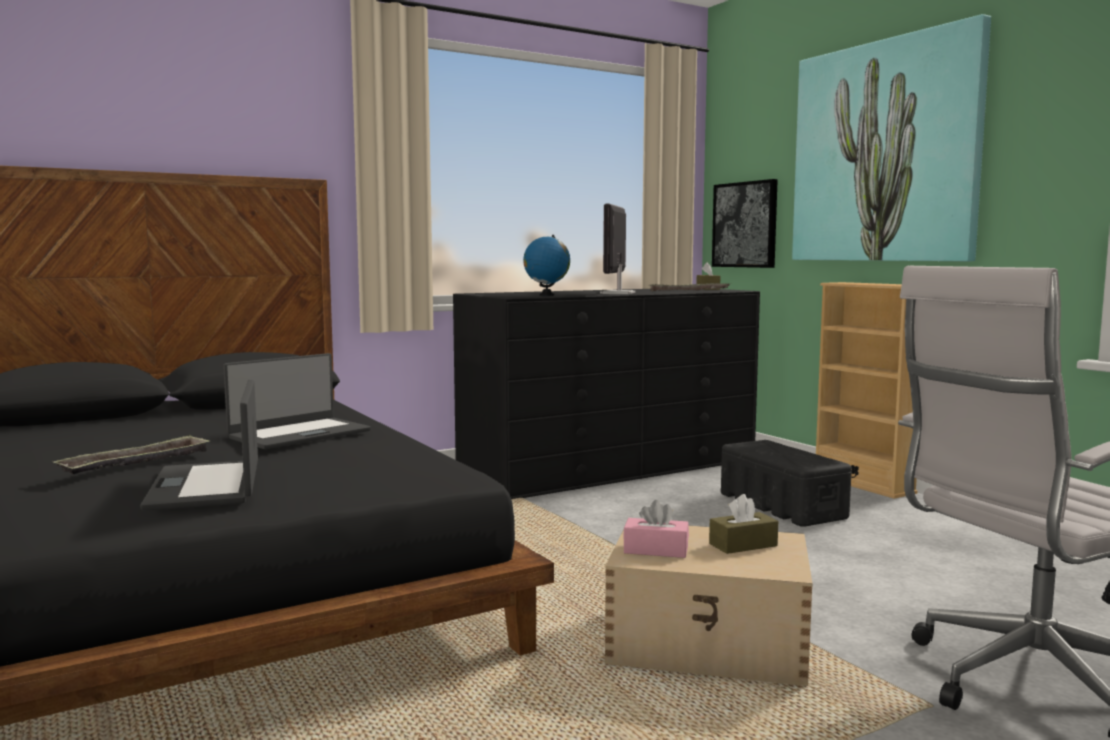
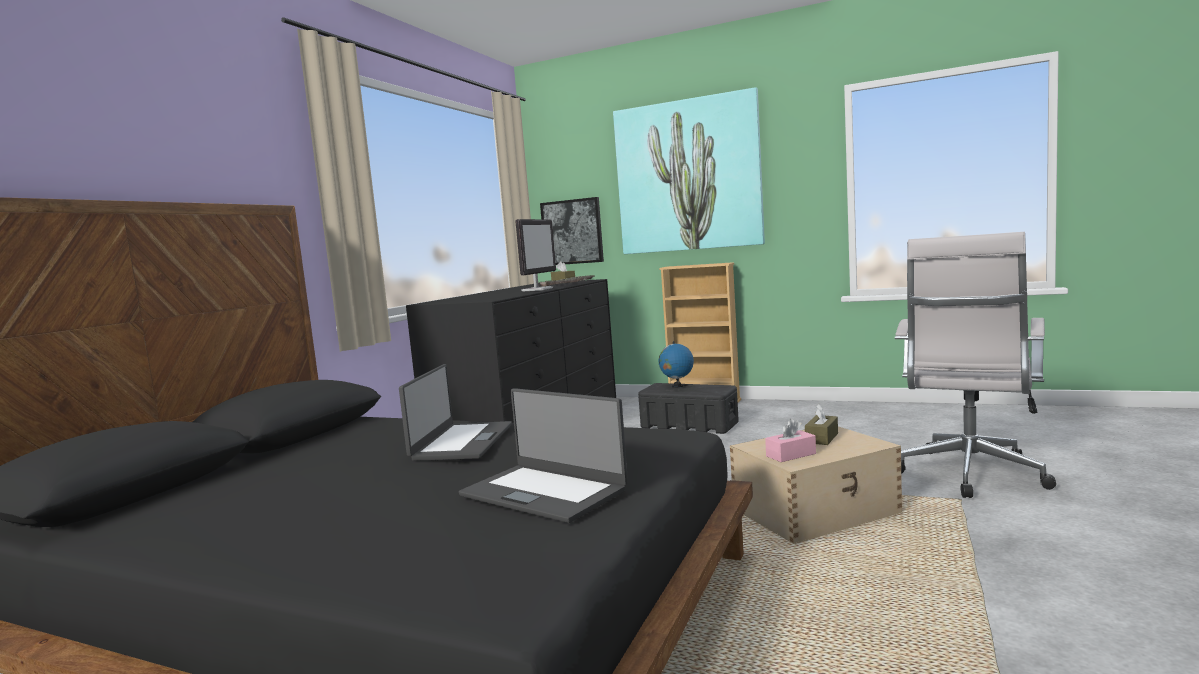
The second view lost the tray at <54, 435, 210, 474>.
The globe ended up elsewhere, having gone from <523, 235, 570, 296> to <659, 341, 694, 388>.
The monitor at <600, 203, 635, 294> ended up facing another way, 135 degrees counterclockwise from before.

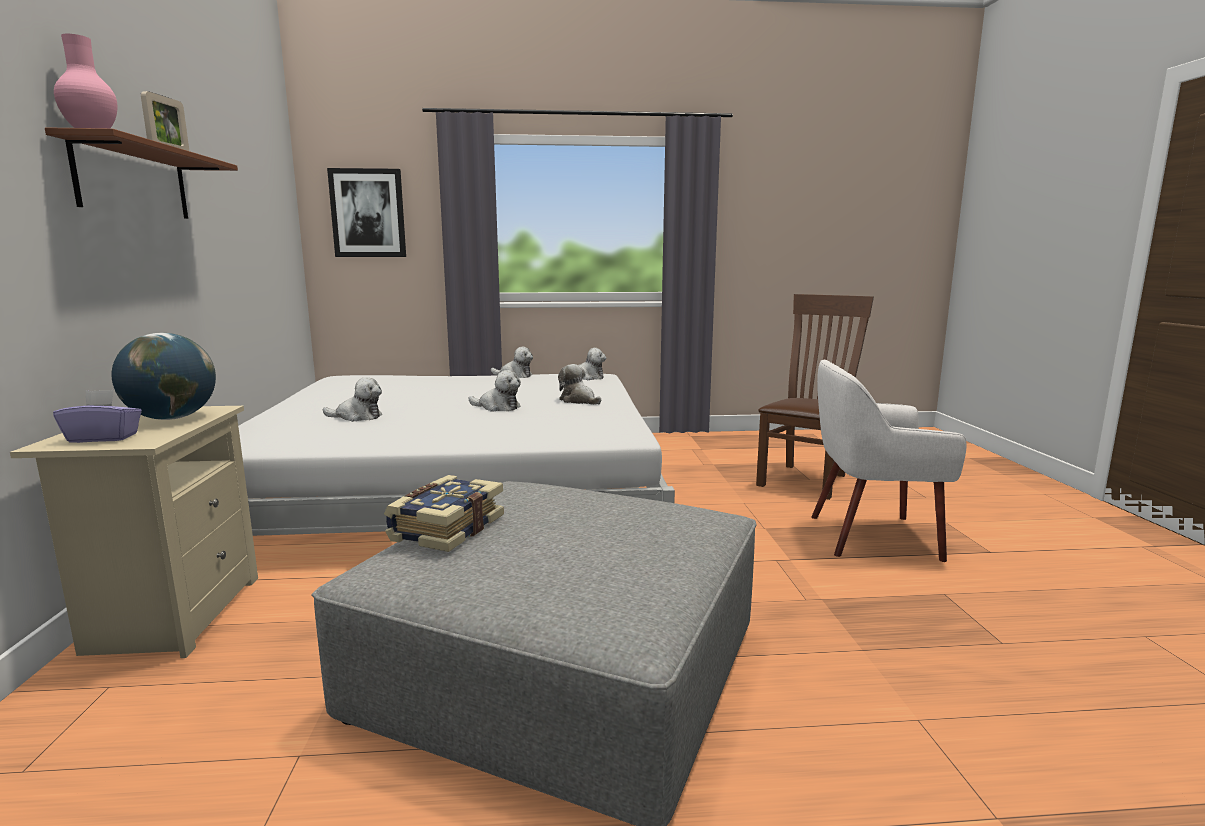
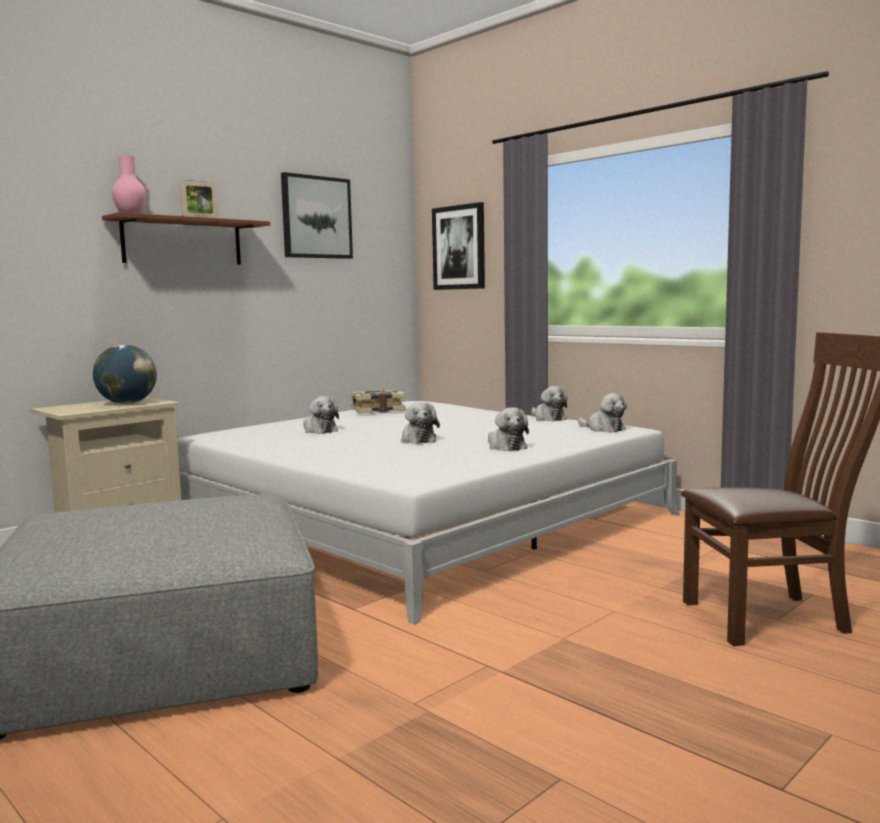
The second view lost the purple_tissue_box at <53, 390, 142, 443>.
The book ended up elsewhere, having gone from <384, 475, 504, 552> to <351, 390, 406, 413>.
The plush_toy at <558, 364, 601, 405> ended up facing another way, 150 degrees clockwise from before.
The second view lost the white_armchair at <811, 360, 967, 562>.
The second view gained the picture at <281, 172, 353, 259>.

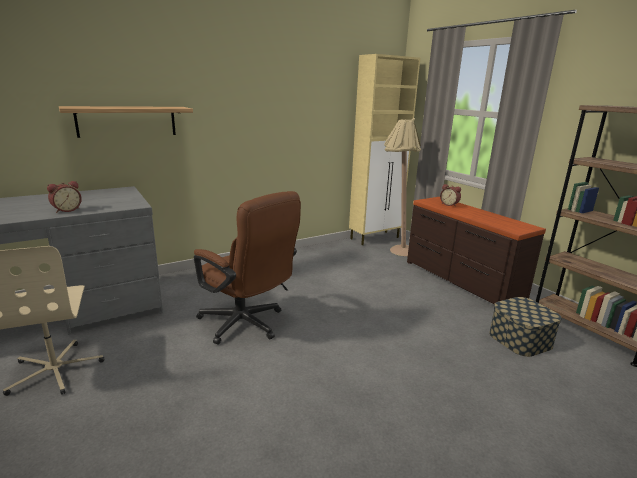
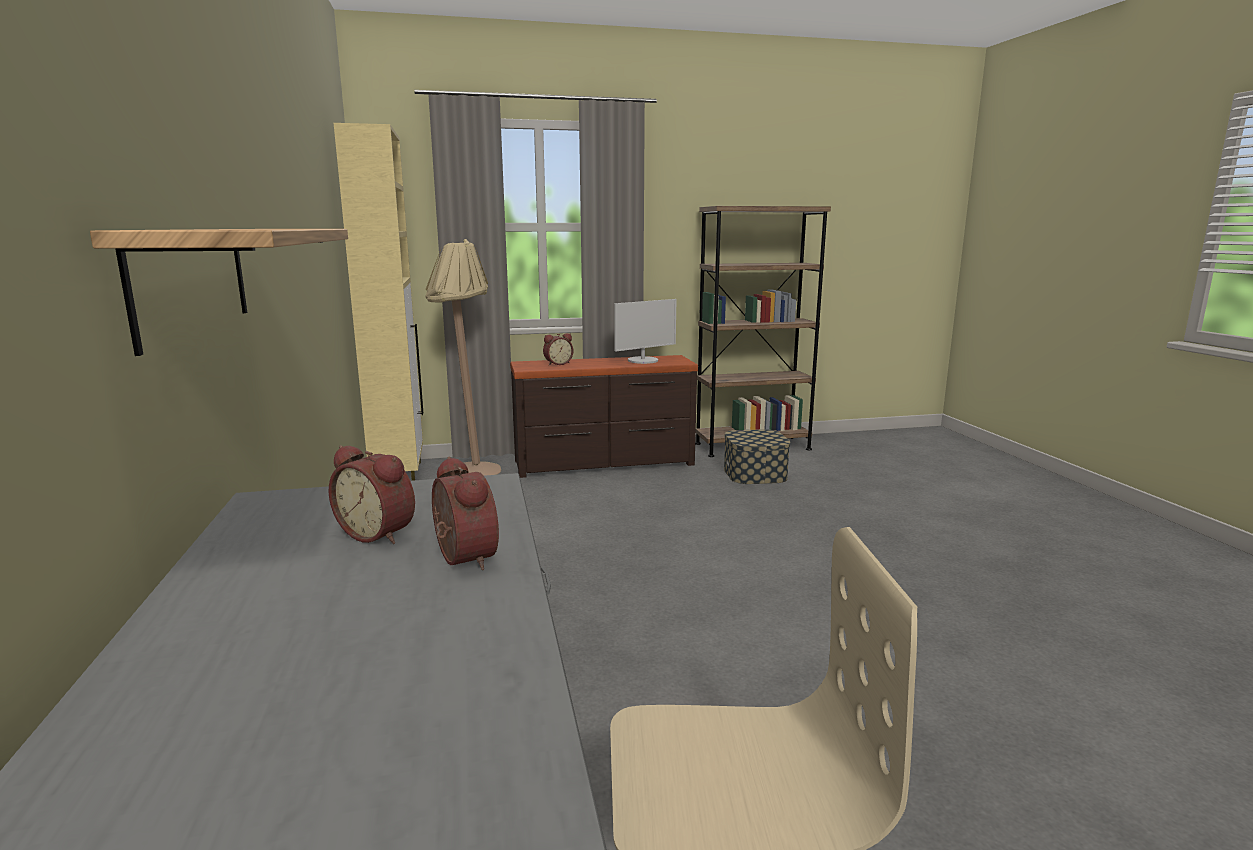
The second view lost the brown_office_chair at <194, 191, 301, 345>.
The second view gained the alarm_clock at <329, 445, 415, 544>.
The second view gained the monitor at <614, 299, 676, 364>.

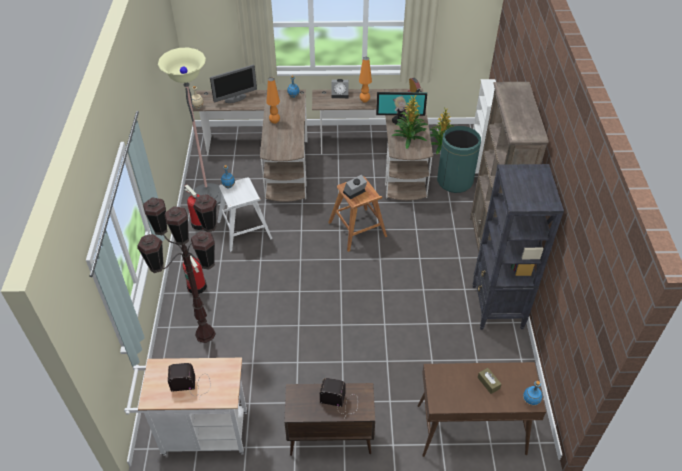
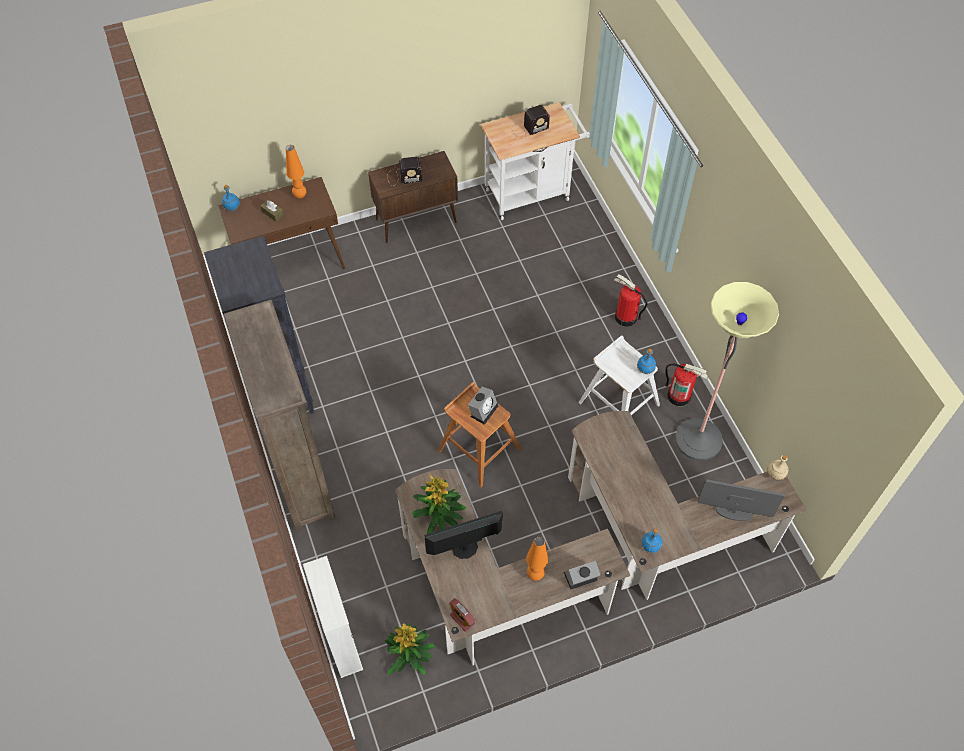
The second view lost the brown_floor_lamp at <137, 194, 217, 343>.
The monitor at <210, 64, 257, 103> ended up facing another way, 60 degrees clockwise from before.
The orange_table_lamp ended up elsewhere, having gone from <266, 77, 280, 124> to <286, 145, 306, 199>.
The second view lost the green_trash_can at <437, 126, 481, 193>.

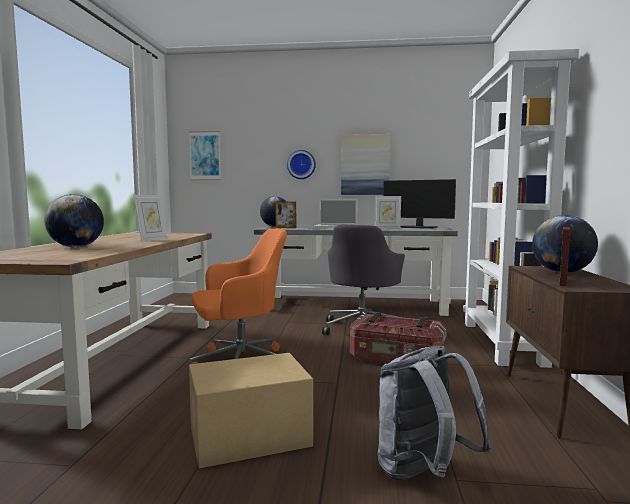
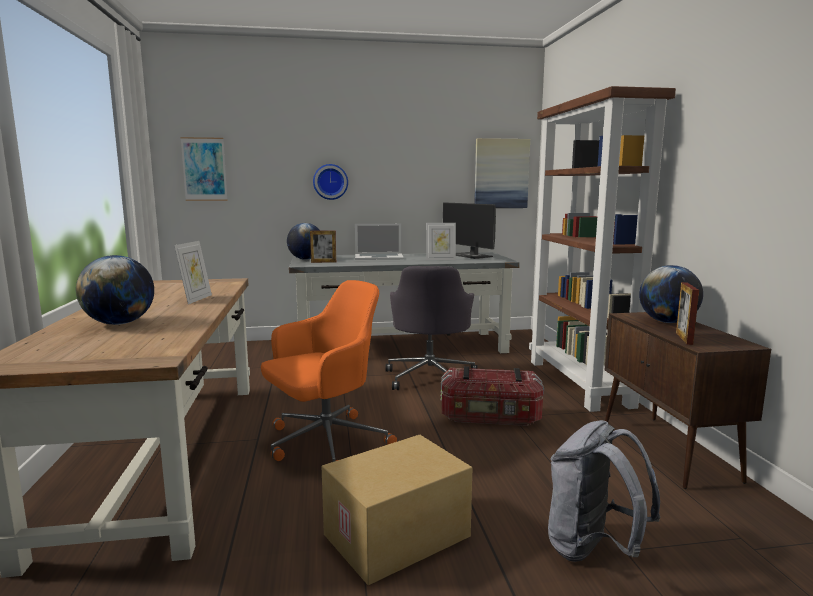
The picture ended up elsewhere, having gone from <341, 134, 390, 195> to <474, 138, 530, 208>.
The monitor at <383, 179, 456, 229> ended up facing another way, 45 degrees clockwise from before.
What was the white_bookcase at <463, 49, 579, 368> turned into the brown_bookcase at <529, 86, 676, 412>.

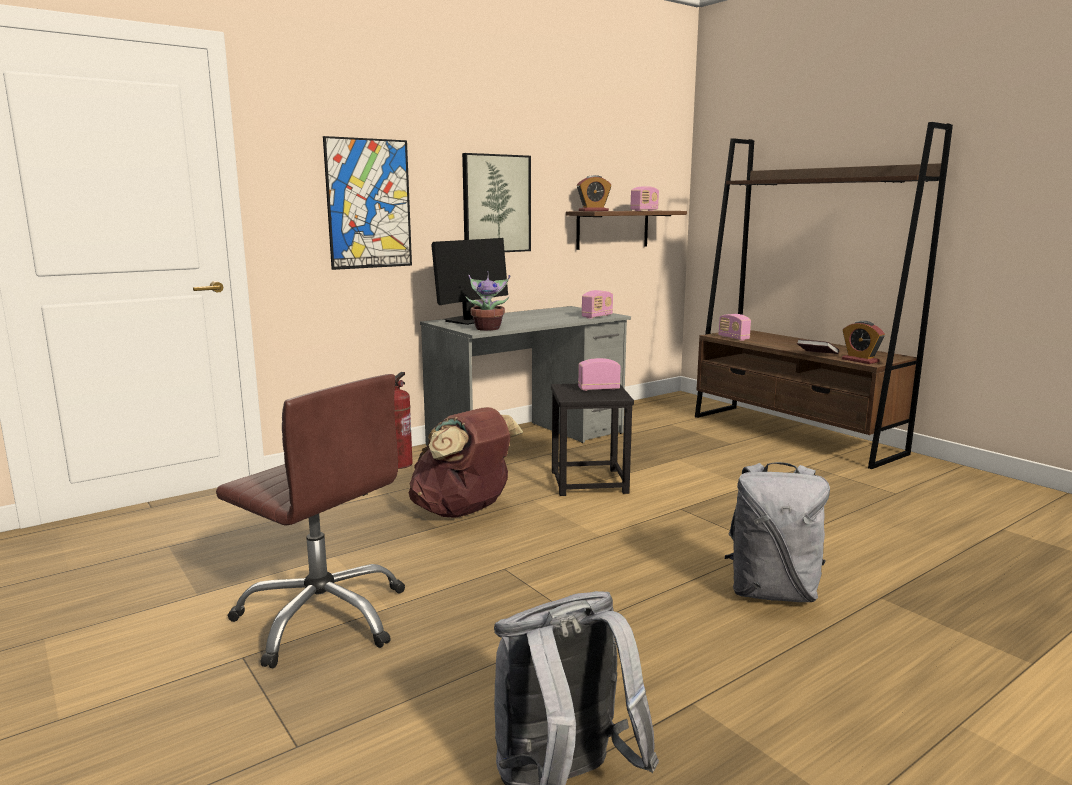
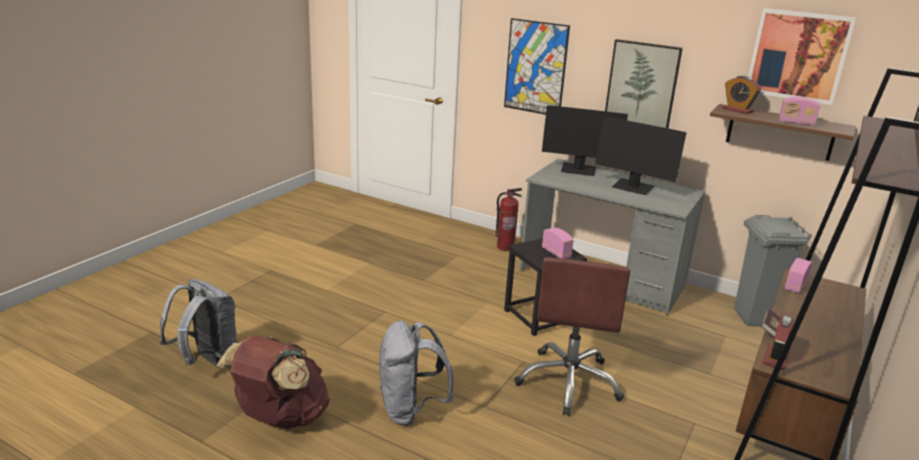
The brown_office_chair ended up elsewhere, having gone from <216, 374, 405, 668> to <514, 257, 630, 416>.
The brown_backpack ended up elsewhere, having gone from <409, 407, 523, 518> to <216, 336, 330, 429>.
The second view lost the potted_plant at <465, 271, 510, 331>.
The second view lost the radio at <581, 290, 613, 318>.
The second view gained the monitor at <595, 116, 687, 195>.
The second view gained the grey_trash_can at <734, 215, 812, 326>.
The second view gained the picture at <748, 8, 856, 105>.

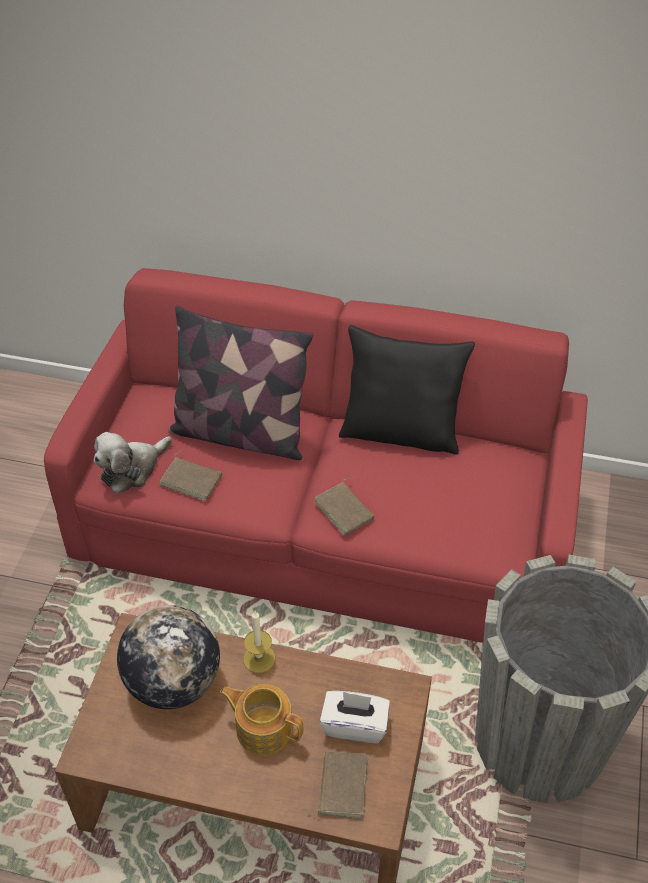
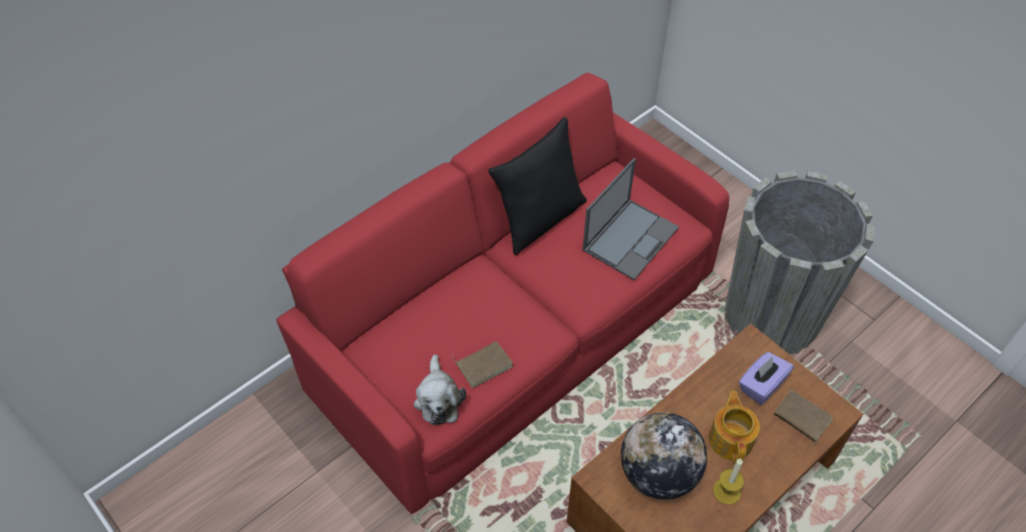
The second view lost the pillow at <168, 306, 314, 460>.
The teapot at <220, 684, 304, 756> ended up facing another way, 120 degrees clockwise from before.
The candle ended up elsewhere, having gone from <243, 611, 275, 673> to <713, 459, 744, 505>.
The second view lost the brown_book at <314, 478, 375, 535>.
What was the white_tissue_box at <320, 691, 390, 743> turned into the purple_tissue_box at <739, 352, 794, 405>.
The second view gained the laptop at <582, 158, 679, 280>.

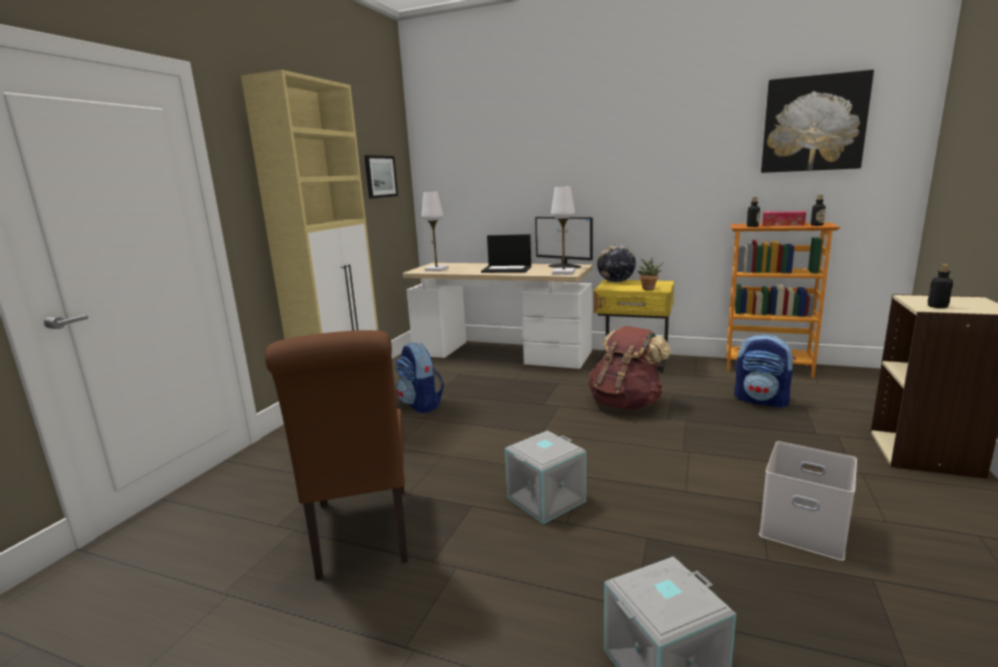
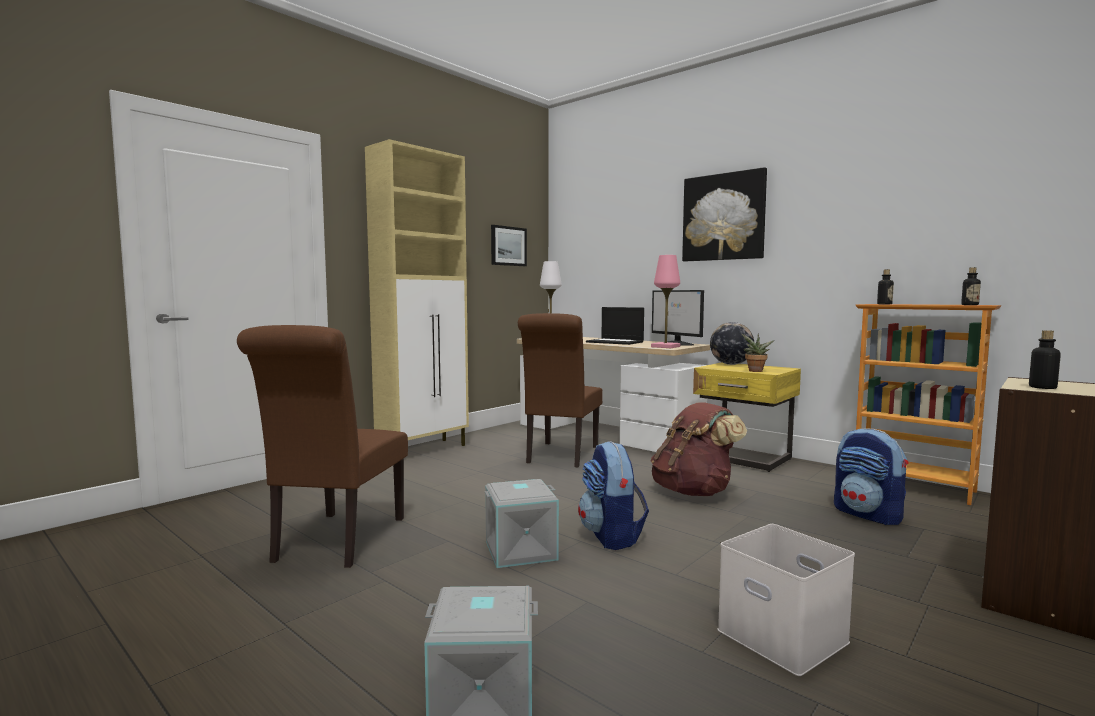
The backpack ended up elsewhere, having gone from <395, 342, 444, 413> to <578, 441, 649, 550>.
What was the white_table_lamp at <551, 187, 575, 275> turned into the pink_table_lamp at <651, 255, 680, 348>.
The picture ended up elsewhere, having gone from <761, 70, 874, 173> to <682, 167, 767, 261>.
The second view lost the tissue_box at <762, 211, 806, 226>.
The second view gained the brown_chair at <518, 313, 603, 467>.

